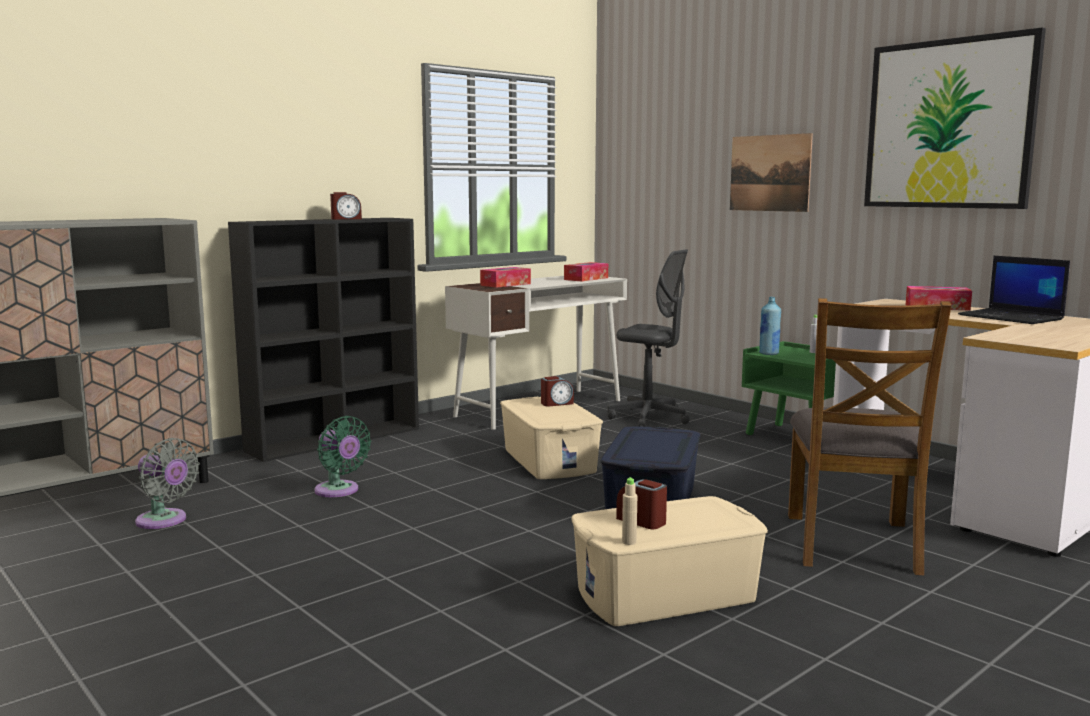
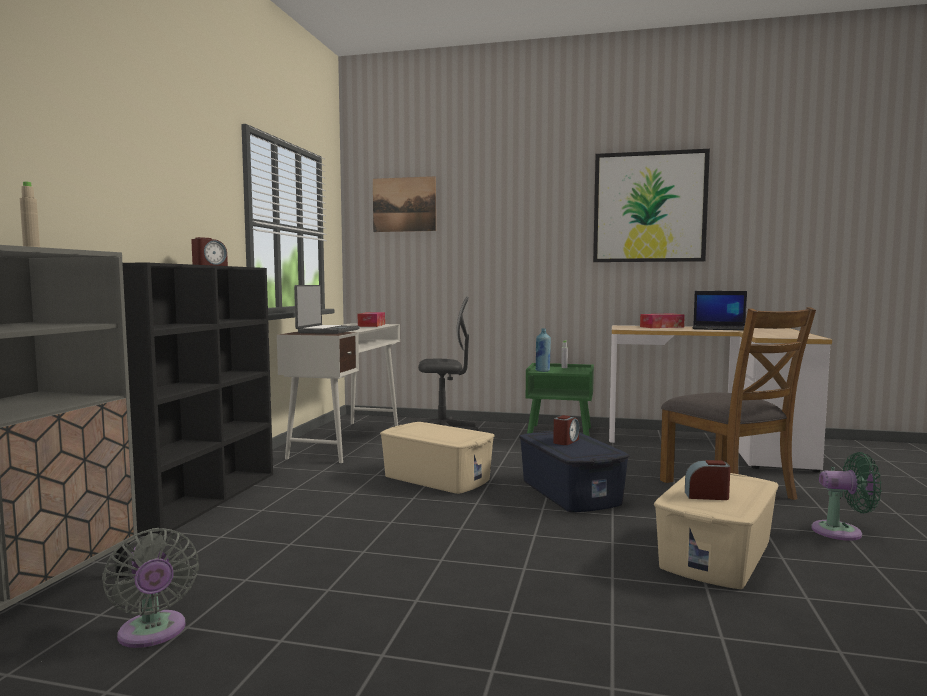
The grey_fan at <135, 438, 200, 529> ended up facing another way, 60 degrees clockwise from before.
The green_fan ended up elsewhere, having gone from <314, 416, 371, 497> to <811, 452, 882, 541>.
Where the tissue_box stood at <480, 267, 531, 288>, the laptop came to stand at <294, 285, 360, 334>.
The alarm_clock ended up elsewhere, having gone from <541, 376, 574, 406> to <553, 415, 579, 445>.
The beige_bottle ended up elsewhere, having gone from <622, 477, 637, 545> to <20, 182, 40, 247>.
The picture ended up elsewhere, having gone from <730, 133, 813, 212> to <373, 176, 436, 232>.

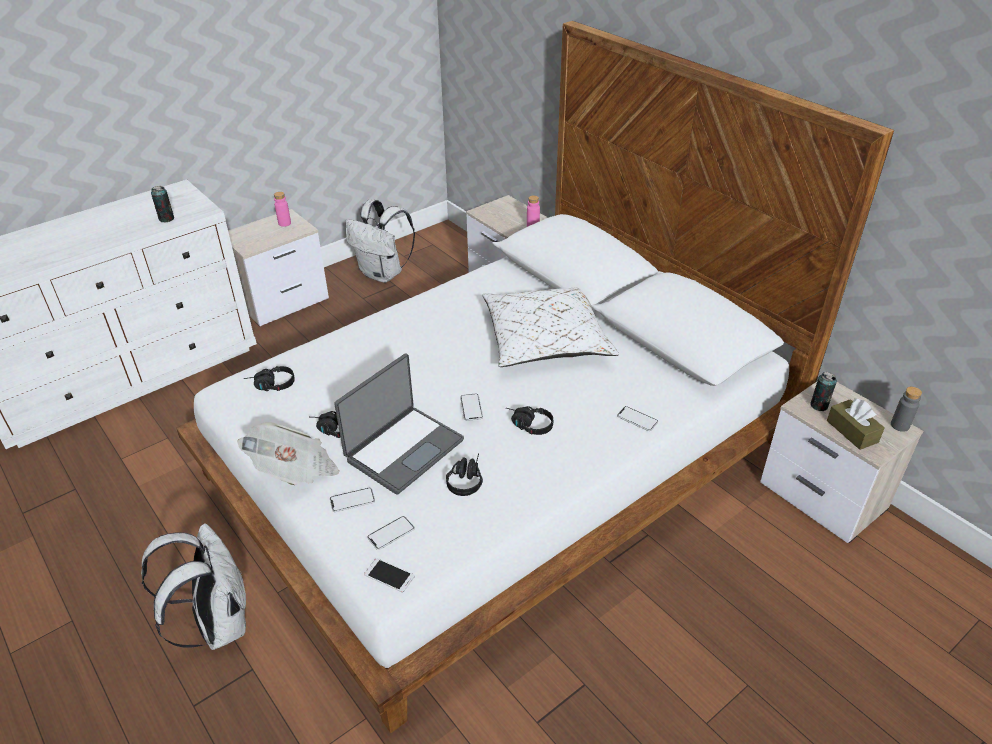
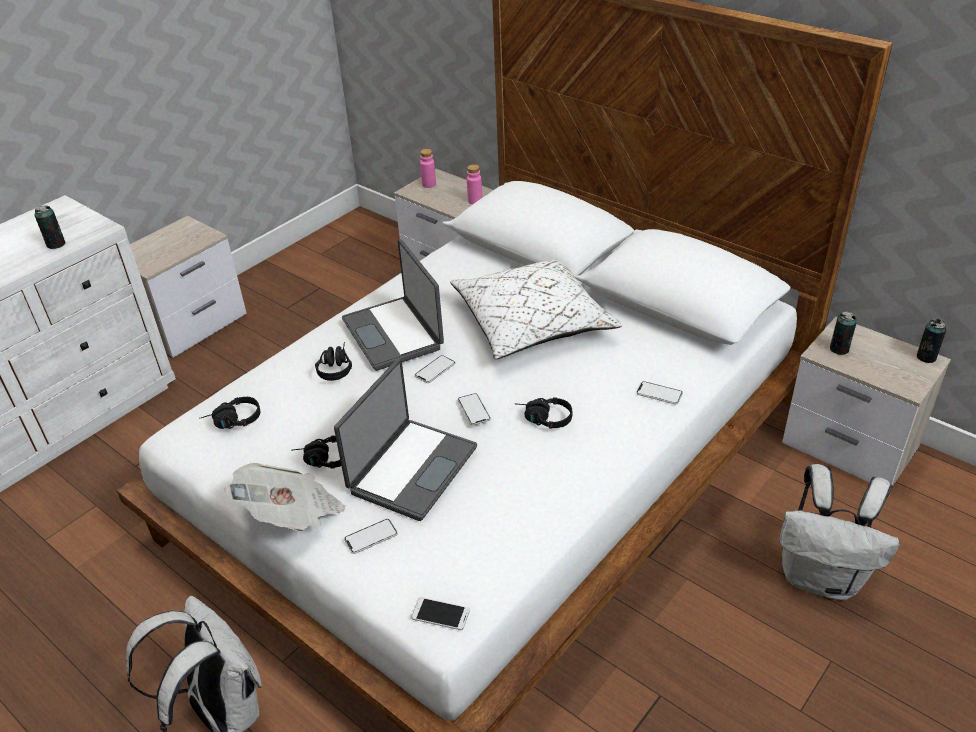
The pink_bottle ended up elsewhere, having gone from <274, 192, 291, 227> to <420, 149, 436, 188>.
The white_backpack ended up elsewhere, having gone from <346, 199, 415, 283> to <779, 464, 900, 600>.
The phone ended up elsewhere, having gone from <367, 516, 415, 550> to <415, 355, 456, 383>.
The black_headphones ended up elsewhere, having gone from <446, 453, 483, 496> to <315, 342, 352, 381>.
The second view lost the brown_tissue_box at <827, 398, 885, 450>.
Where the grey_bottle stood at <891, 387, 922, 432>, the can came to stand at <917, 319, 947, 363>.
The second view gained the laptop at <342, 239, 444, 371>.

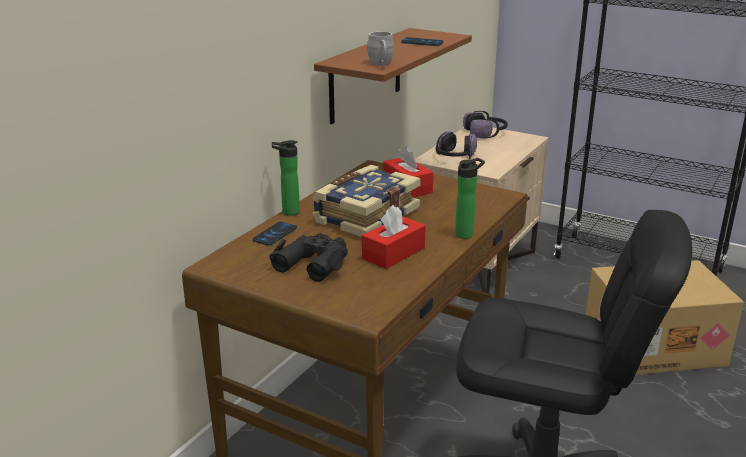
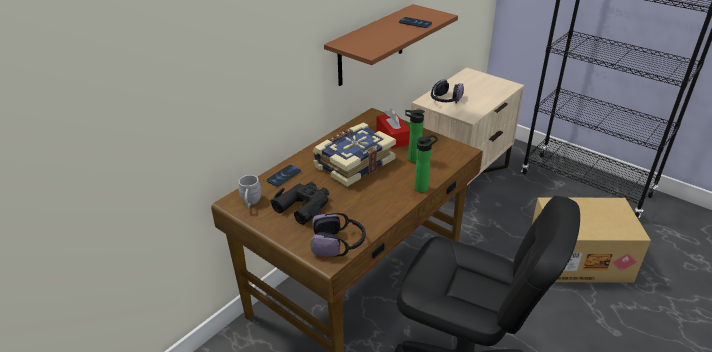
The bottle ended up elsewhere, having gone from <272, 140, 300, 216> to <405, 109, 425, 163>.
The second view lost the red_tissue_box at <362, 205, 426, 269>.
The grey_mug ended up elsewhere, having gone from <367, 31, 394, 65> to <239, 175, 261, 208>.
The headphones ended up elsewhere, having gone from <463, 111, 508, 138> to <311, 213, 366, 256>.

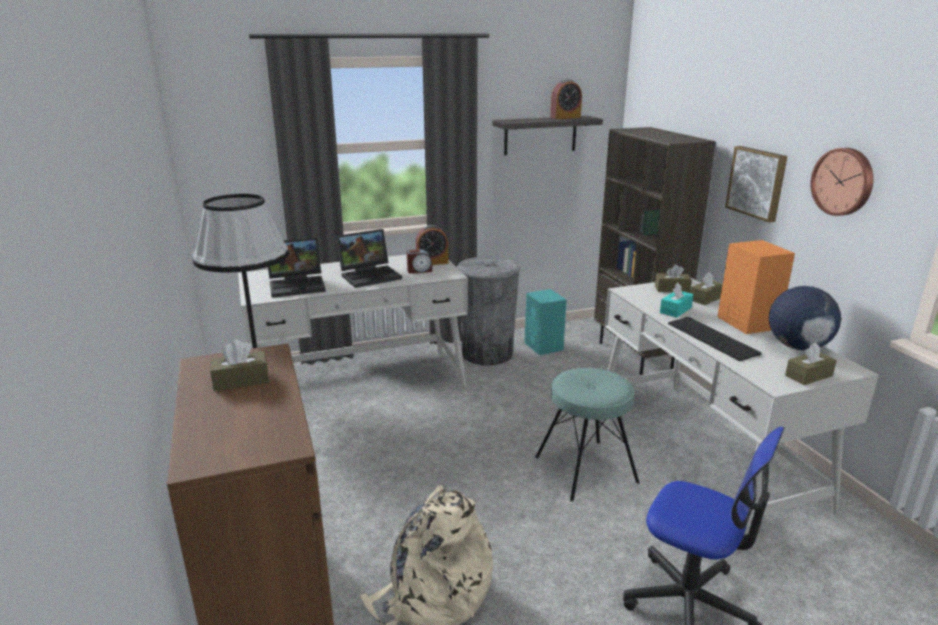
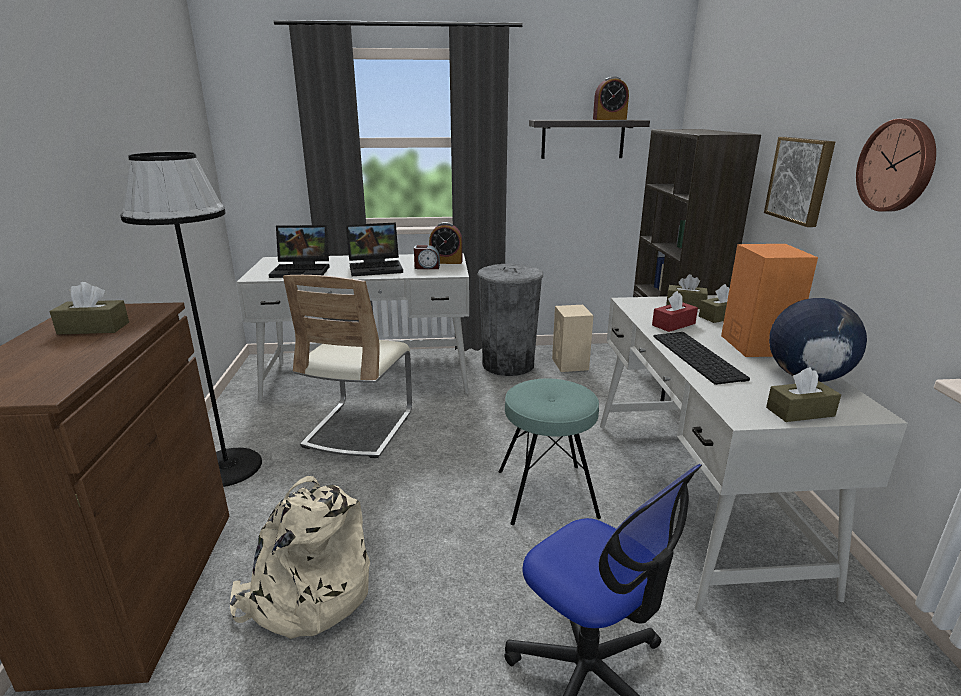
What was the turquoise_speaker at <525, 289, 567, 355> turned into the beige_speaker at <552, 305, 594, 372>.
What was the turquoise_tissue_box at <660, 283, 694, 318> turned into the red_tissue_box at <652, 291, 698, 332>.
The second view gained the beige_chair at <283, 275, 412, 458>.

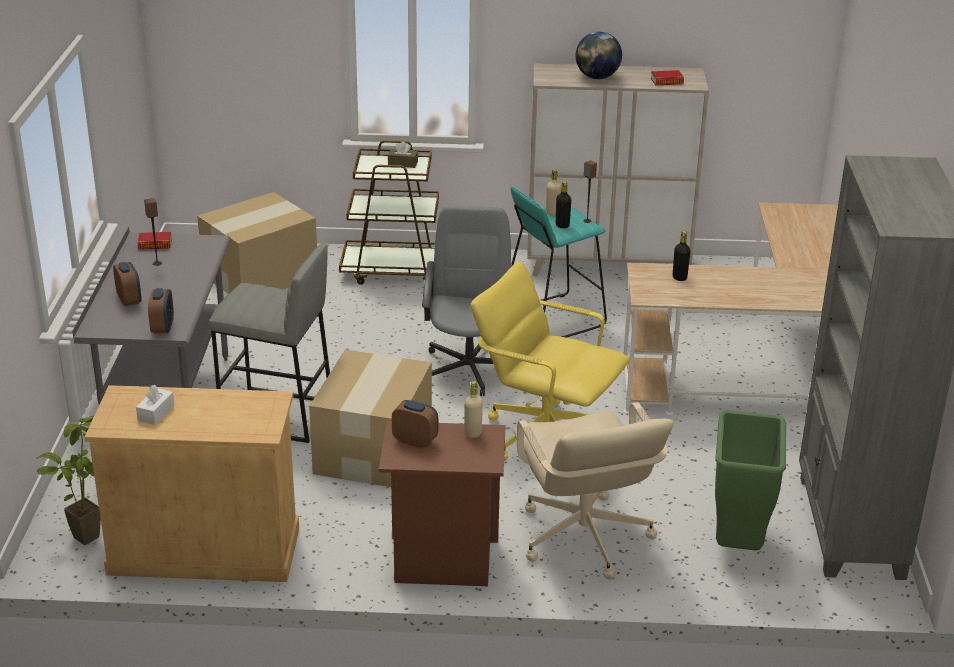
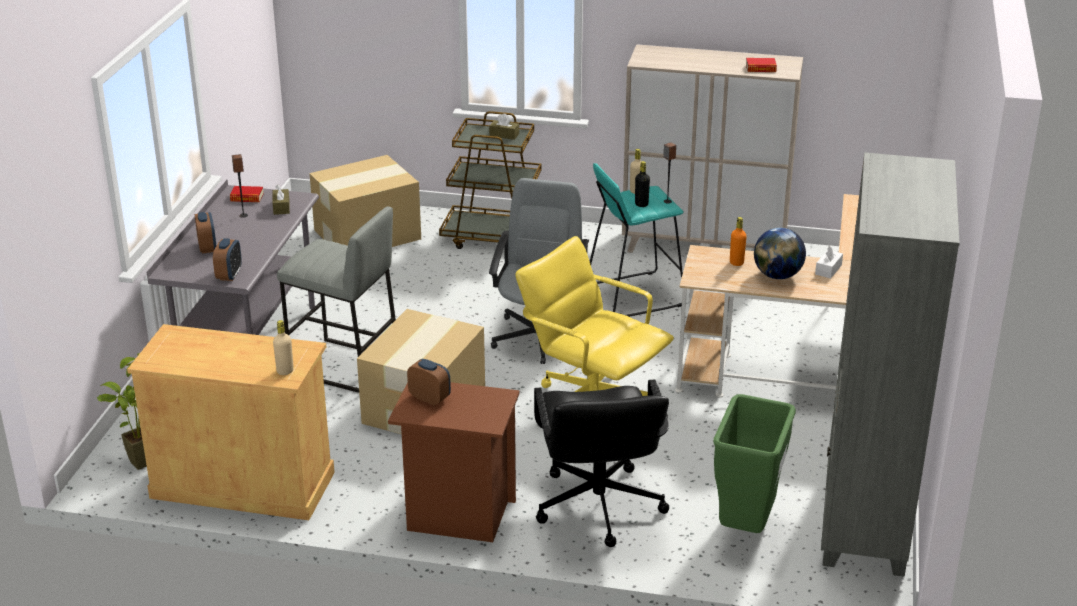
The white_tissue_box ended up elsewhere, having gone from <136, 385, 175, 425> to <815, 246, 843, 279>.
The beige_bottle ended up elsewhere, having gone from <464, 381, 483, 438> to <273, 320, 294, 375>.
What was the beige_office_chair at <513, 402, 674, 579> turned into the black_office_chair at <534, 380, 669, 547>.
The globe ended up elsewhere, having gone from <576, 32, 622, 79> to <754, 228, 806, 279>.
What was the black_bottle at <673, 231, 690, 281> turned into the orange_bottle at <730, 217, 747, 266>.
The second view gained the brown_tissue_box at <272, 185, 290, 215>.

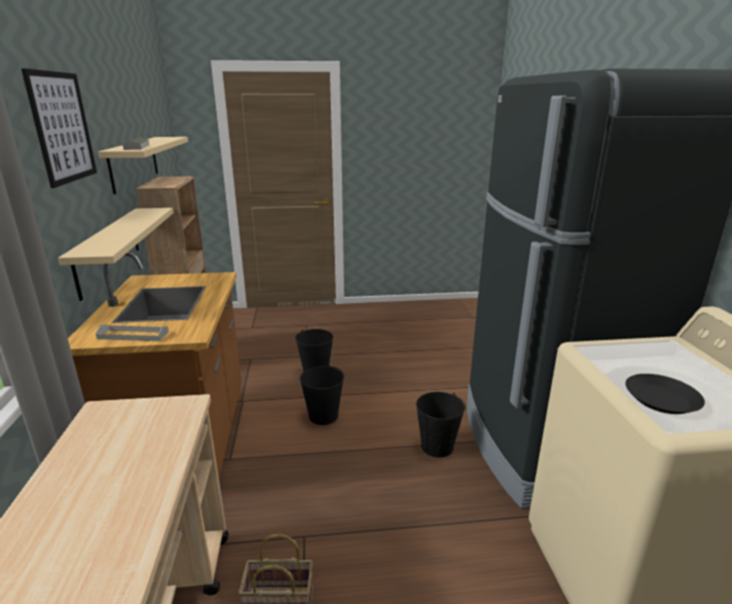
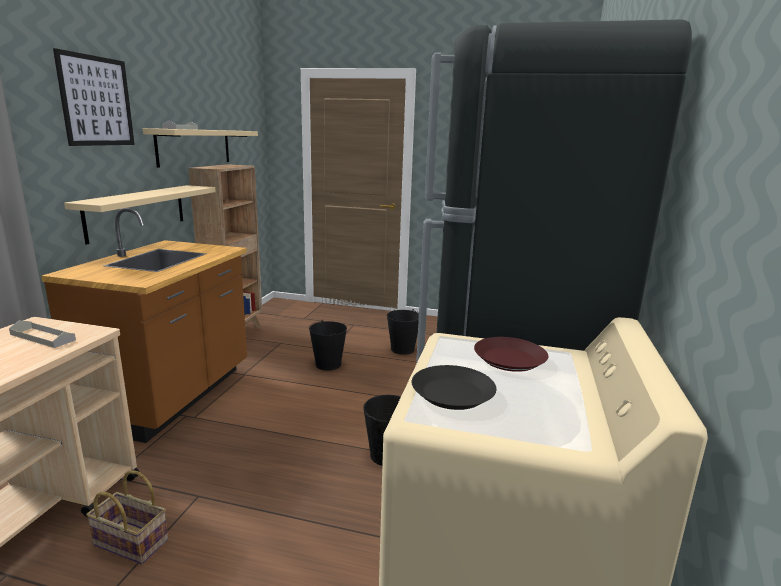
The grey_tray ended up elsewhere, having gone from <96, 325, 169, 341> to <9, 320, 76, 348>.
The black_bucket ended up elsewhere, having gone from <300, 364, 344, 425> to <387, 309, 419, 355>.
The second view gained the brown_plate at <474, 337, 548, 372>.

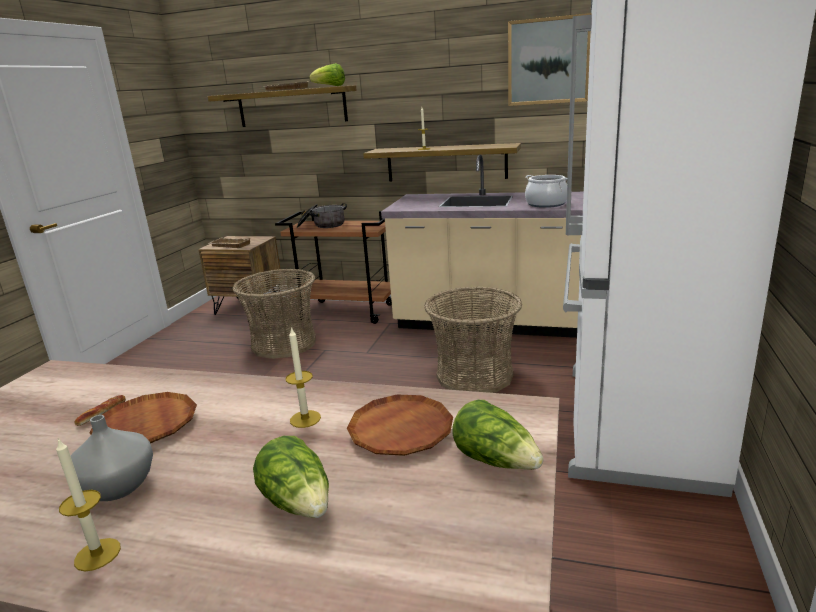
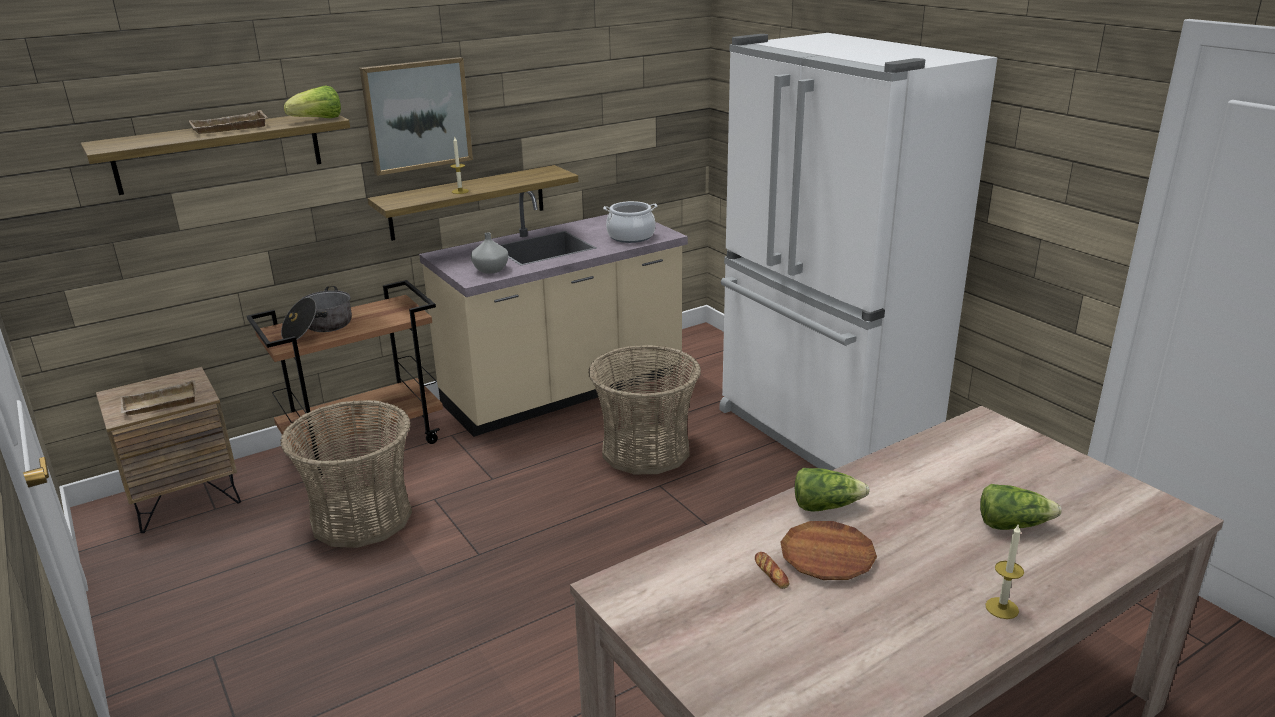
The grey_vase ended up elsewhere, having gone from <71, 415, 153, 501> to <471, 232, 508, 274>.
The second view lost the candle at <285, 327, 321, 428>.
The second view lost the brown_plate at <347, 395, 453, 456>.
The lettuce ended up elsewhere, having gone from <452, 400, 544, 470> to <795, 468, 870, 512>.
The picture ended up elsewhere, having gone from <508, 13, 591, 106> to <360, 57, 473, 176>.

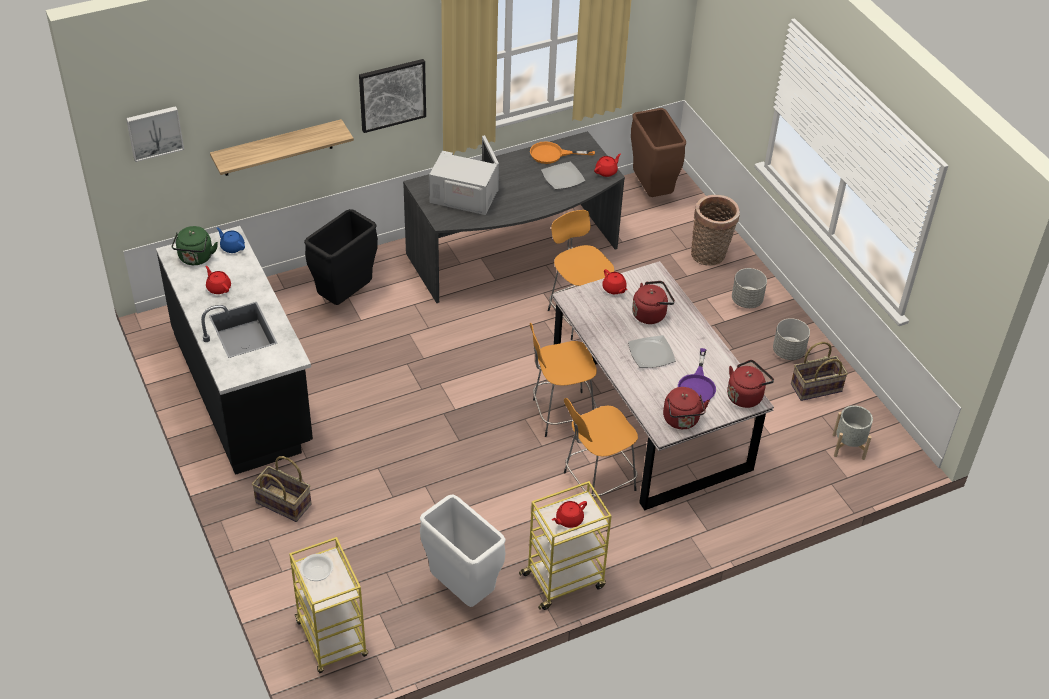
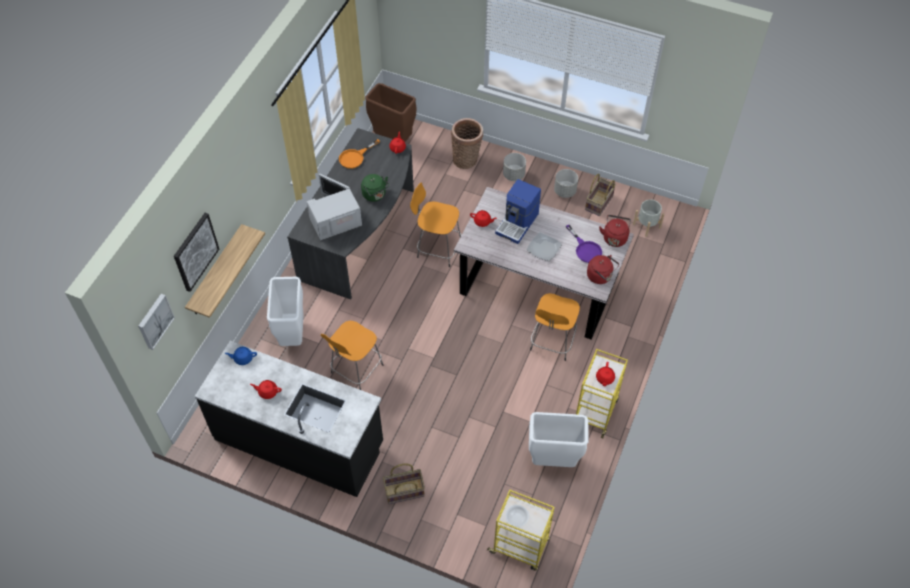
The green_kettle ended up elsewhere, having gone from <172, 226, 218, 265> to <361, 174, 389, 202>.
What was the black_trash_can at <304, 209, 378, 305> turned into the white_trash_can at <267, 276, 304, 346>.
The picture ended up elsewhere, having gone from <359, 59, 426, 133> to <174, 213, 219, 292>.
The orange_stool ended up elsewhere, having gone from <530, 323, 597, 437> to <321, 321, 383, 390>.
The second view lost the plate at <541, 162, 585, 189>.
Where the red_kettle stood at <632, 281, 675, 324>, the coffee_machine came to stand at <495, 179, 541, 244>.

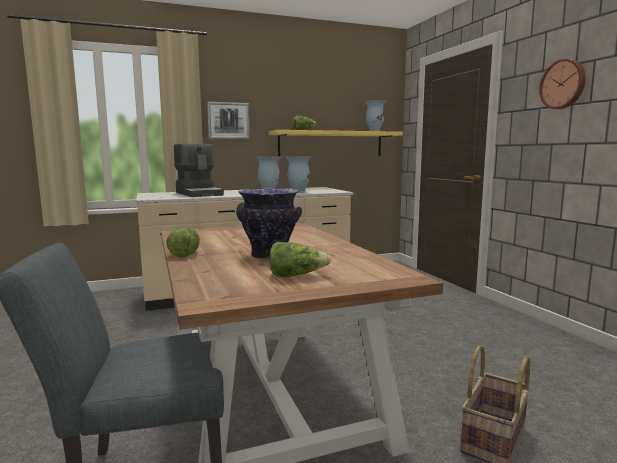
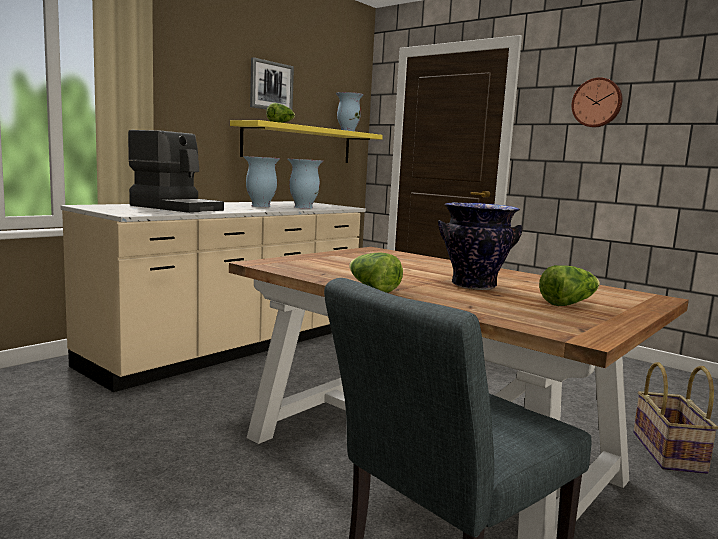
The picture ended up elsewhere, having gone from <207, 102, 250, 139> to <250, 57, 294, 111>.

